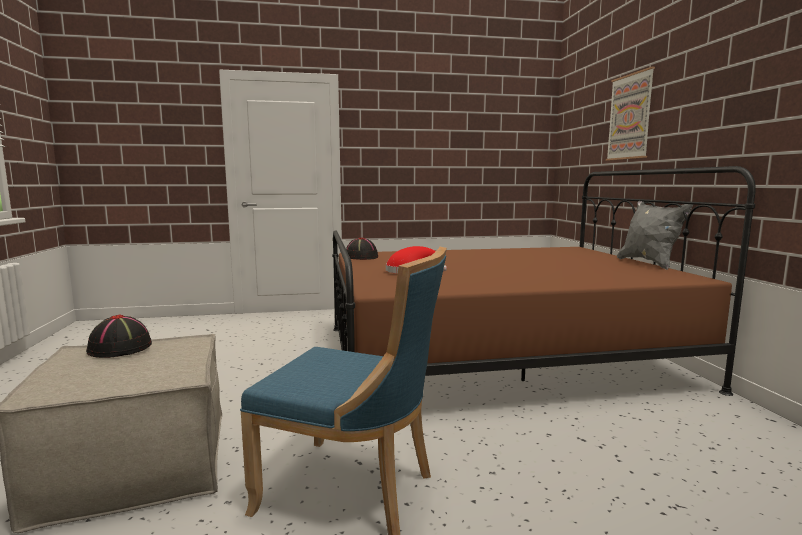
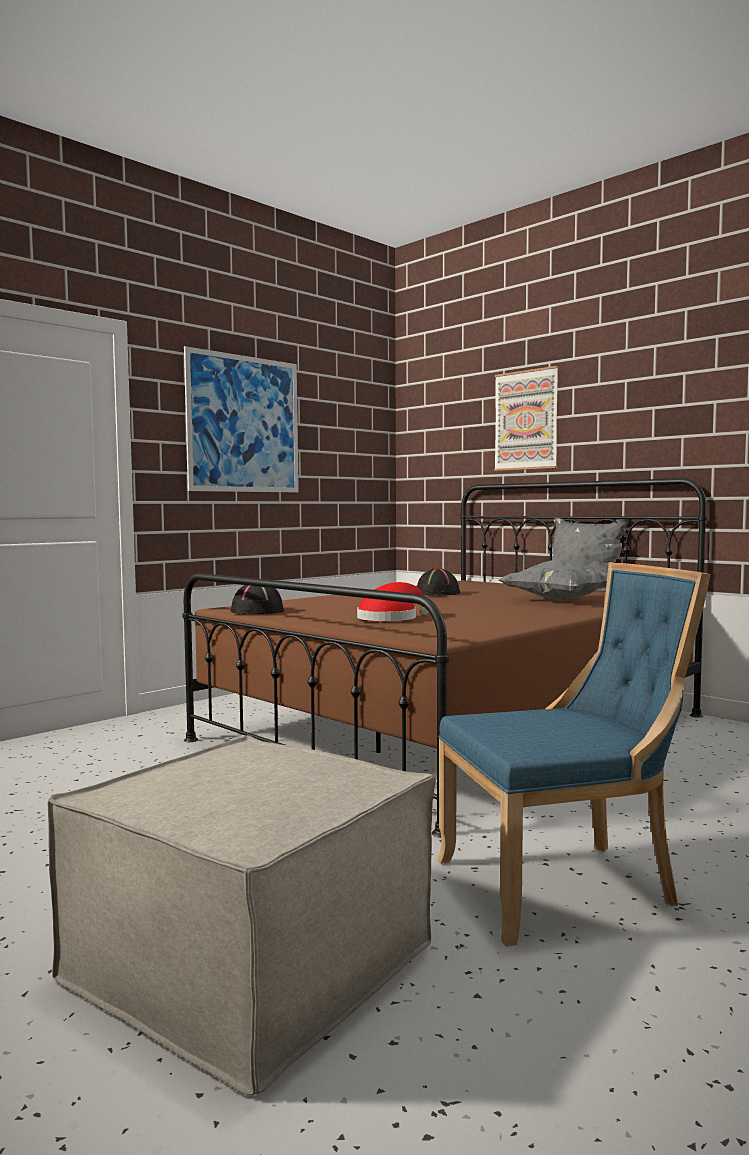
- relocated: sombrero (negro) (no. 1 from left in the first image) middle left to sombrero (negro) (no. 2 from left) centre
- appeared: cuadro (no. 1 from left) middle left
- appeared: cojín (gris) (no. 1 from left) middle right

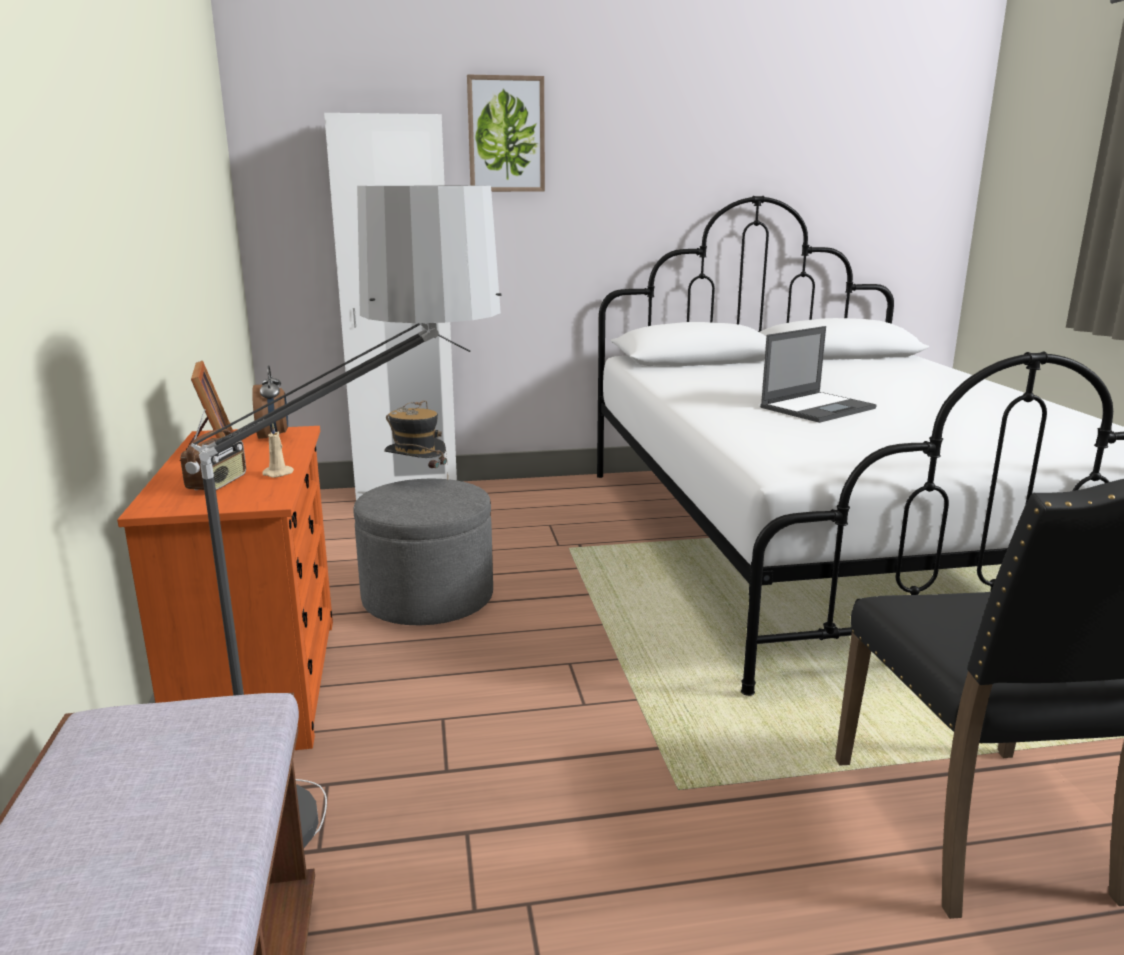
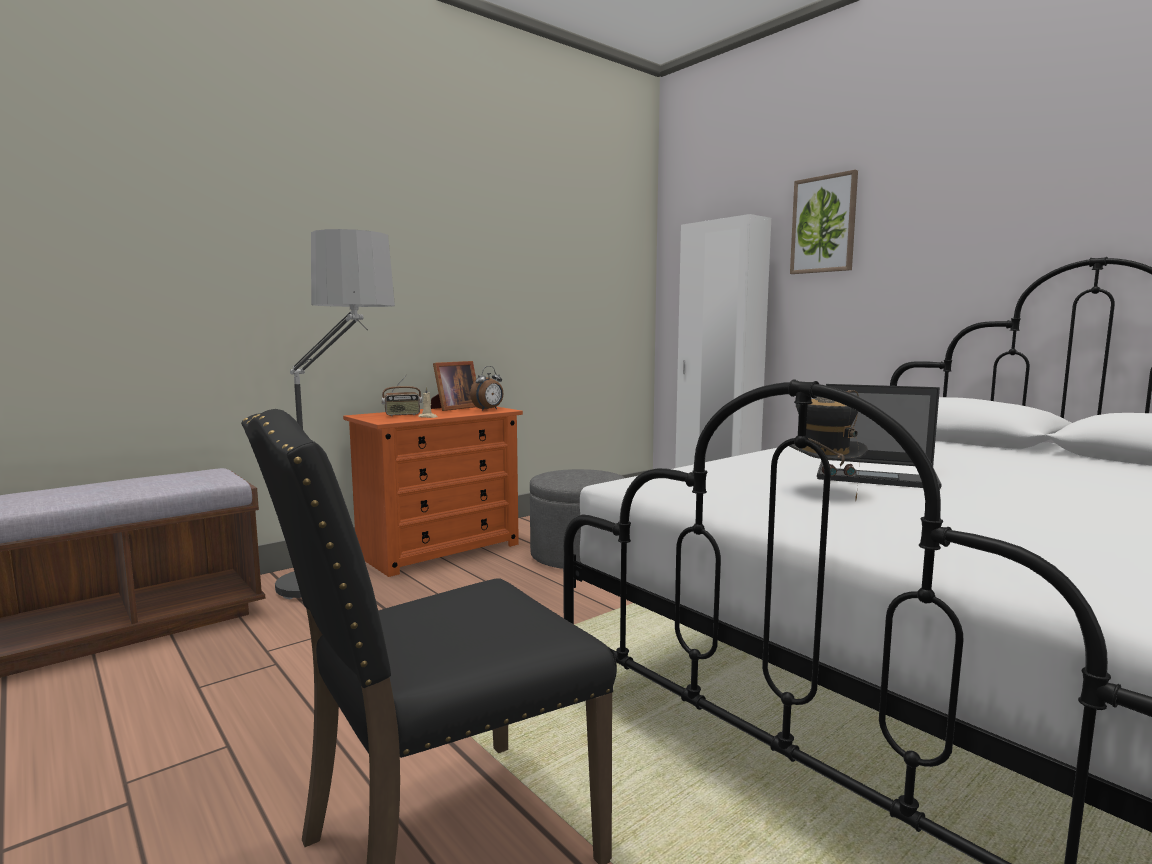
- relocated: sombrero centre to middle right

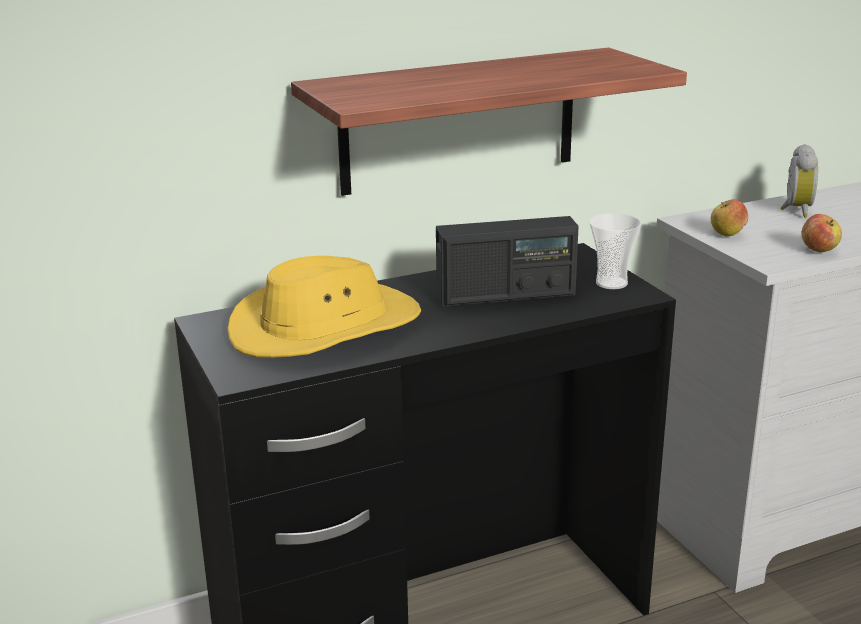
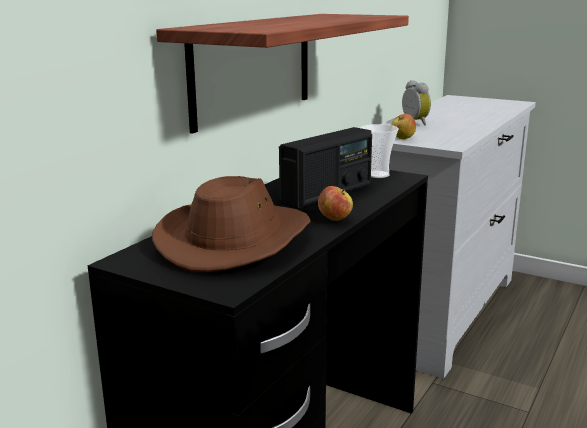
- colour: sombrero (amarillo) centre to sombrero (marrón) centre
- relocated: manzana (no. 2 from left in the first image) middle right to manzana (no. 1 from left) centre

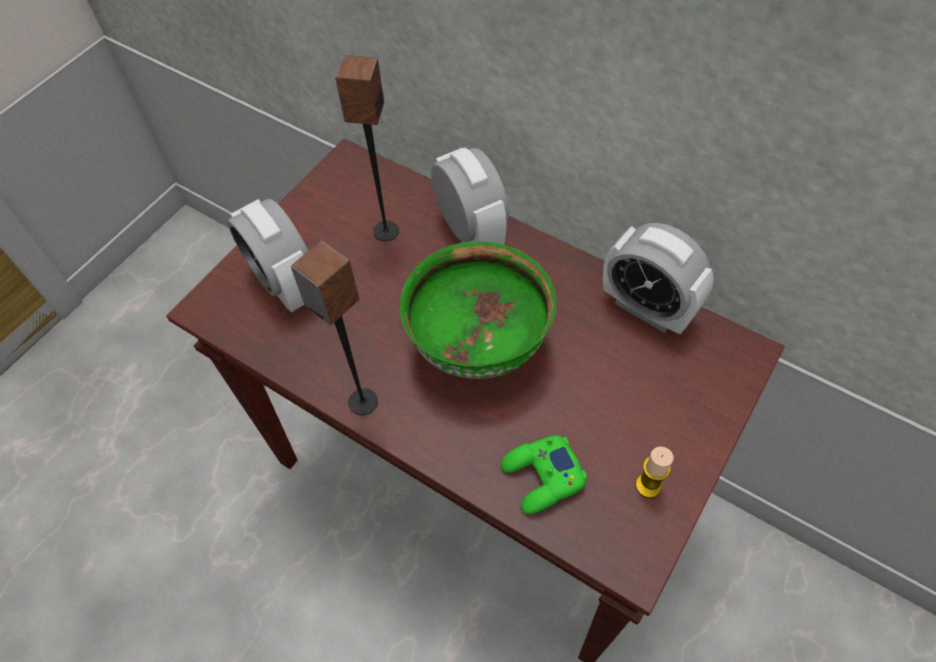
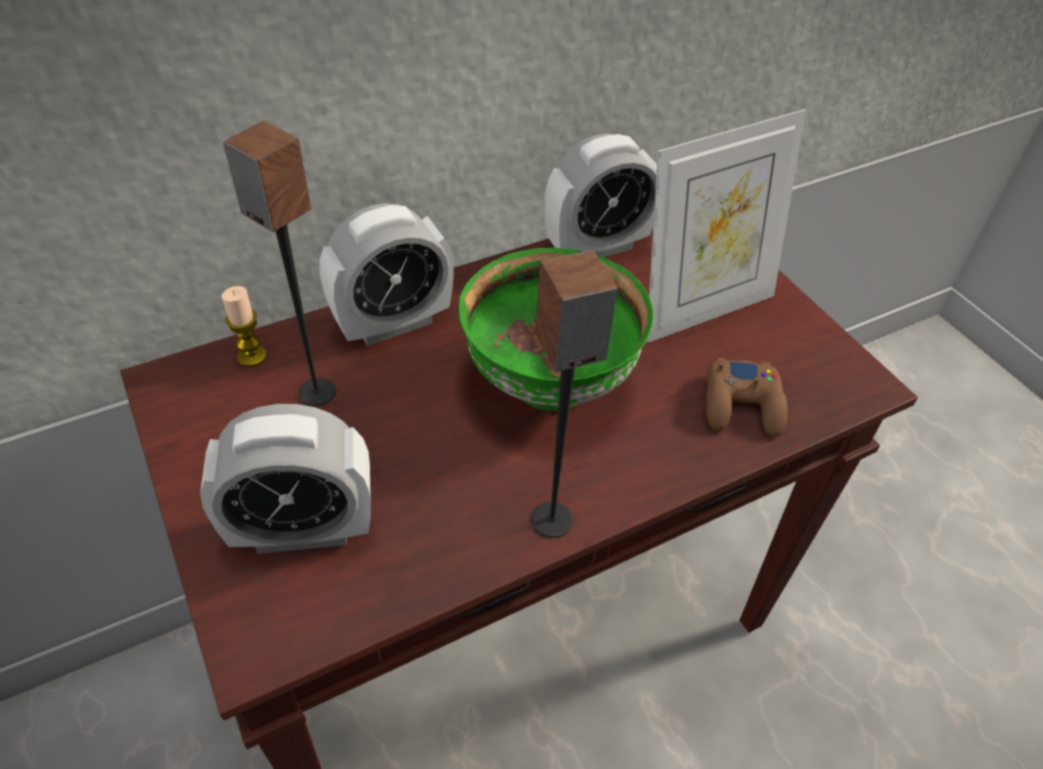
- spun: despertador (no. 2 from left) top centre = centre 150 degrees clockwise
- colour: mando de consola (verde) bottom centre to mando de consola (marrón) middle right
- relocated: vela bottom right to middle left
- appeared: portarretratos top right

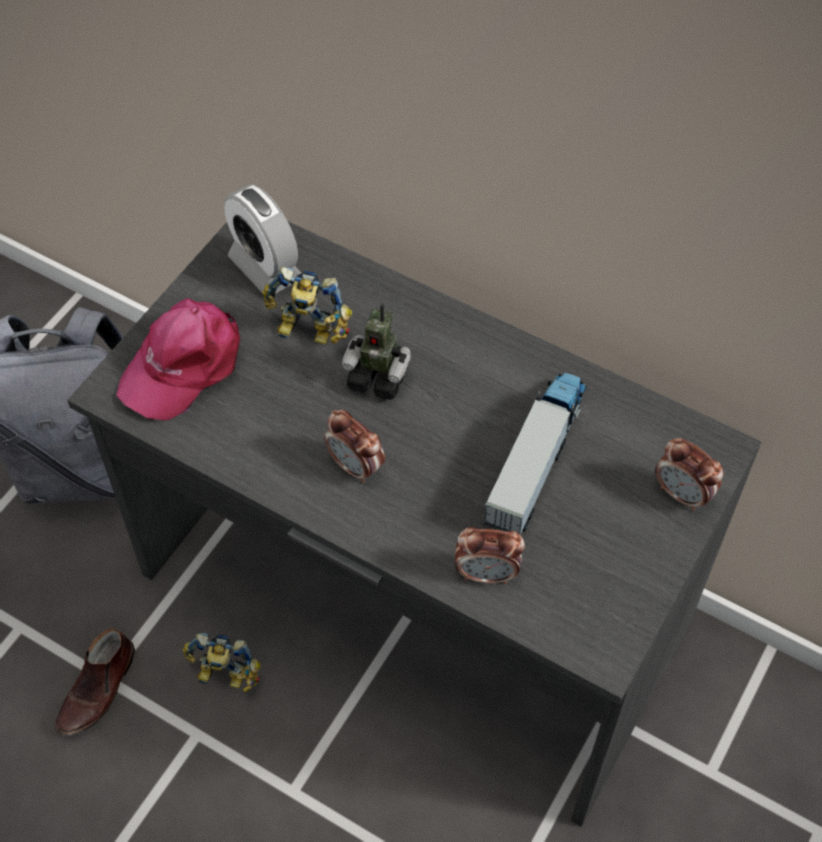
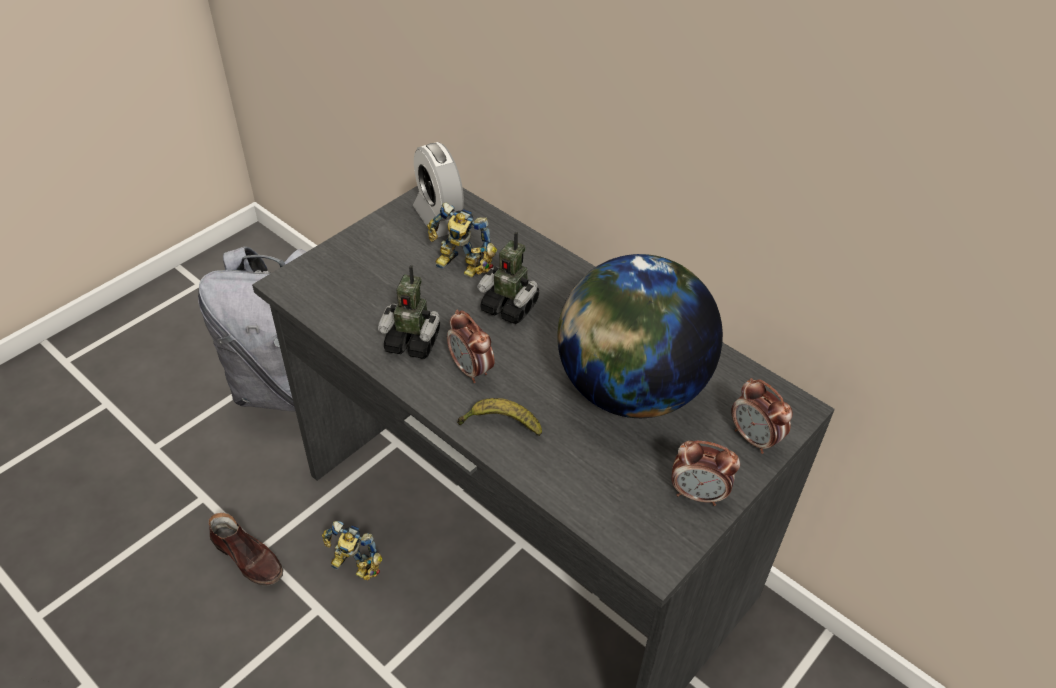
- spun: zapato (marrón) bottom left = bottom left 90 degrees counterclockwise
- missing: gorra (rosa) middle left
- relocated: despertador (no. 3 from left) centre to bottom right
- exchanged: camión de juguete centre to globo terráqueo centre
- appeared: robot de juguete (no. 2 from left) centre
- appeared: plátano centre

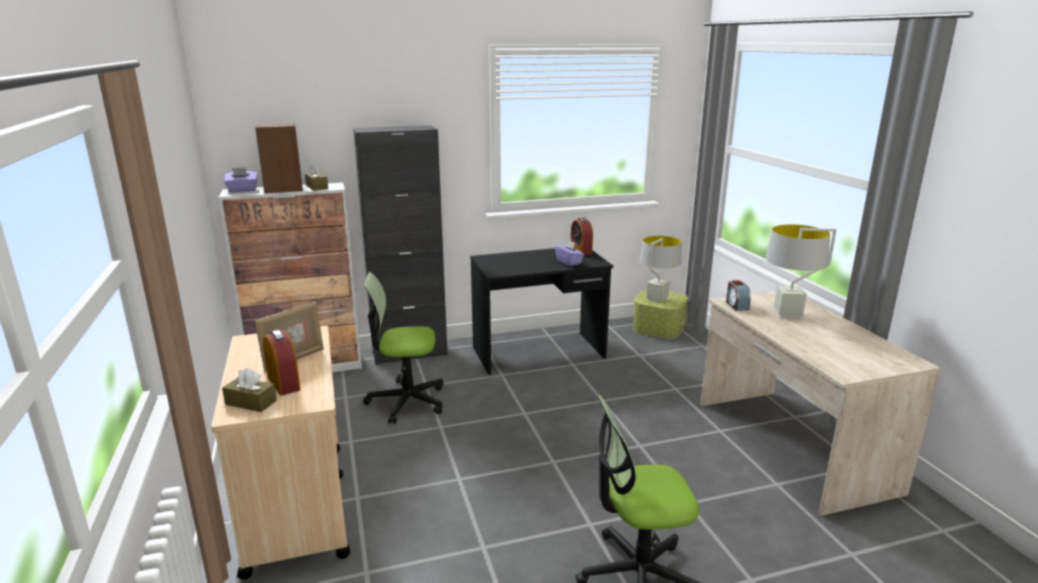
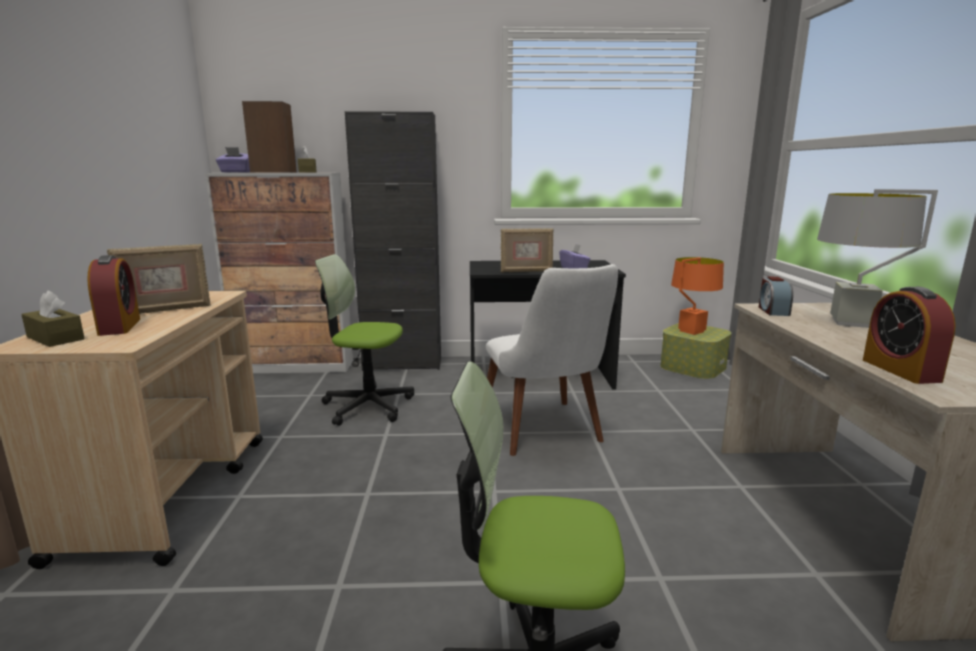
- relocated: despertador (no. 2 from left in the first image) centre to despertador (no. 3 from left) middle right
- colour: lámpara de mesa (gris) (no. 1 from left) centre to lámpara de mesa (naranja) middle right
- appeared: silla (blanco) centre
- appeared: portarretratos (no. 2 from left) centre

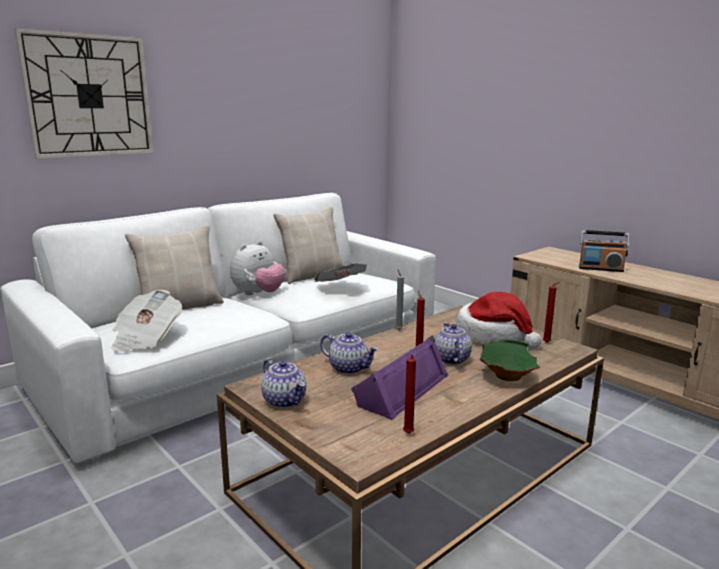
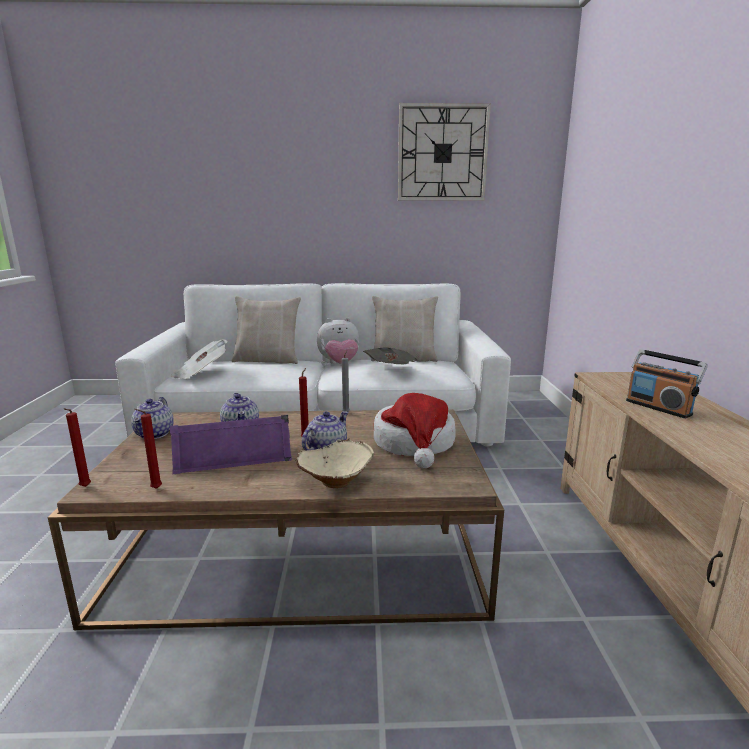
- relocated: reloj de pared top left to top centre
- colour: cuenco (verde) middle right to cuenco (beis) centre
- relocated: vela (rojo) (no. 3 from left in the first image) middle right to vela (rojo) (no. 1 from left) middle left

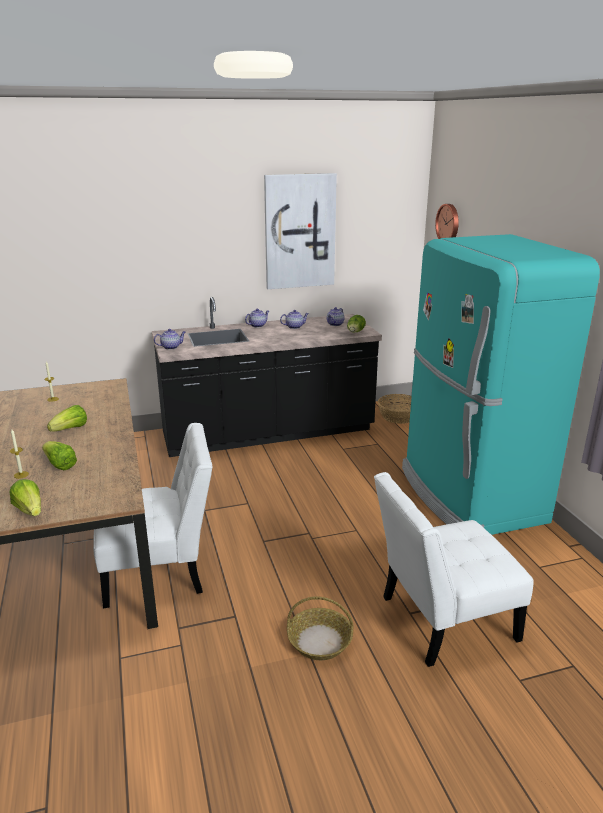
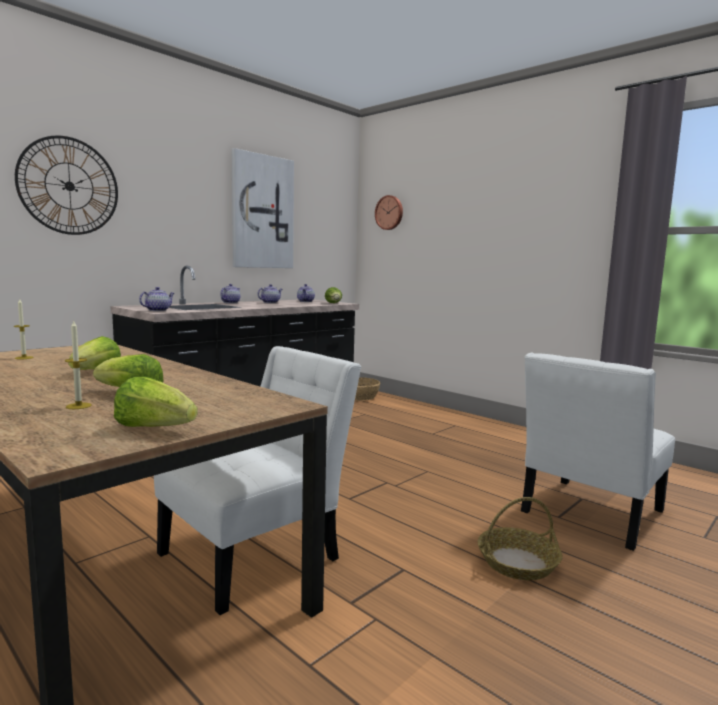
- missing: nevera (turquesa) middle right
- appeared: reloj de pared (no. 1 from left) top left

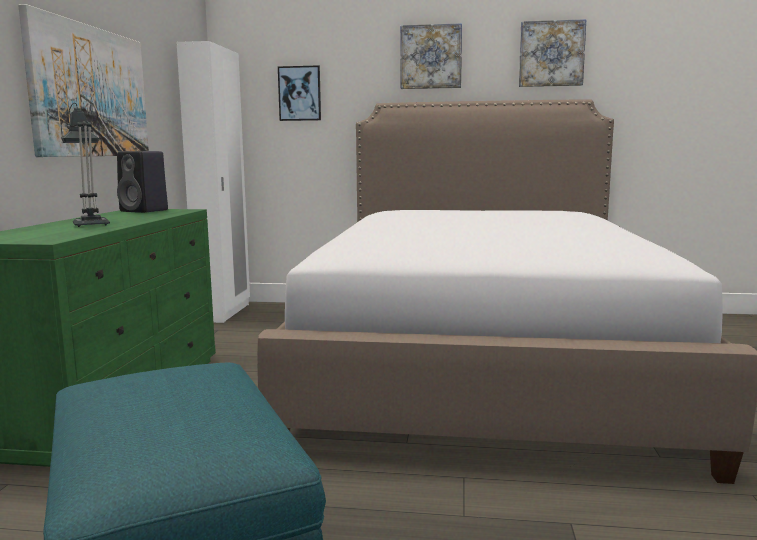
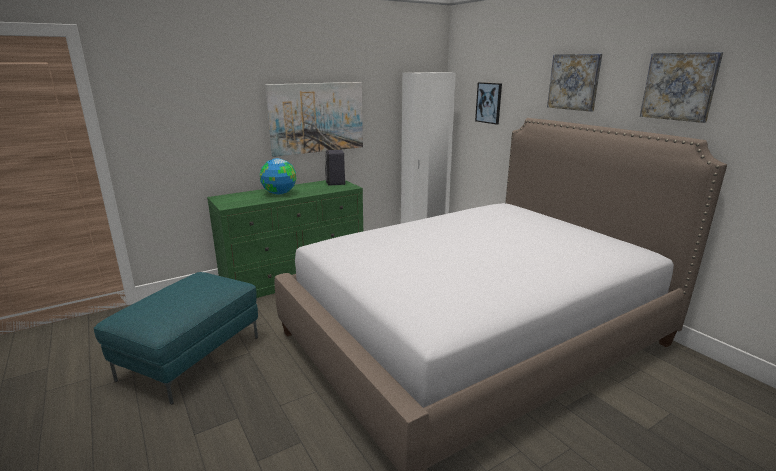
- exchanged: lámpara de mesa top left to globo terráqueo centre

